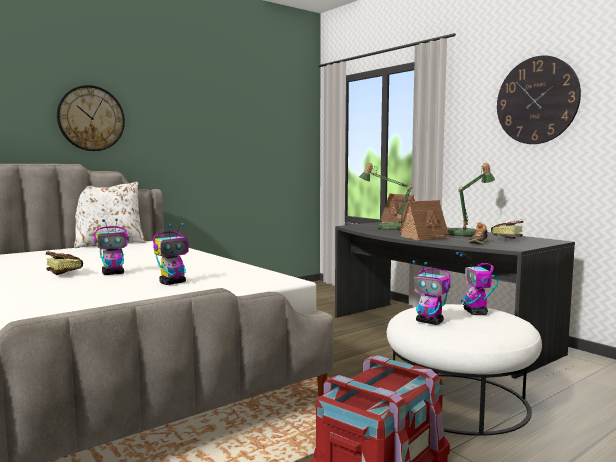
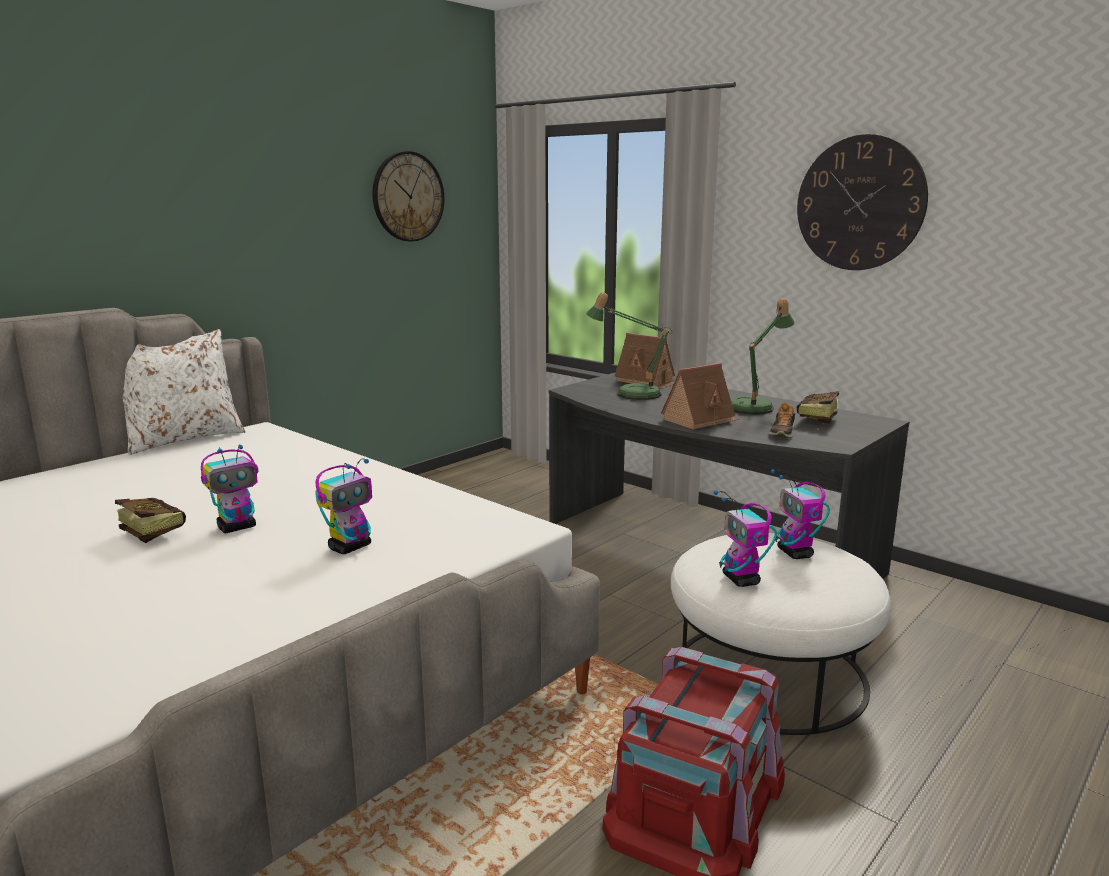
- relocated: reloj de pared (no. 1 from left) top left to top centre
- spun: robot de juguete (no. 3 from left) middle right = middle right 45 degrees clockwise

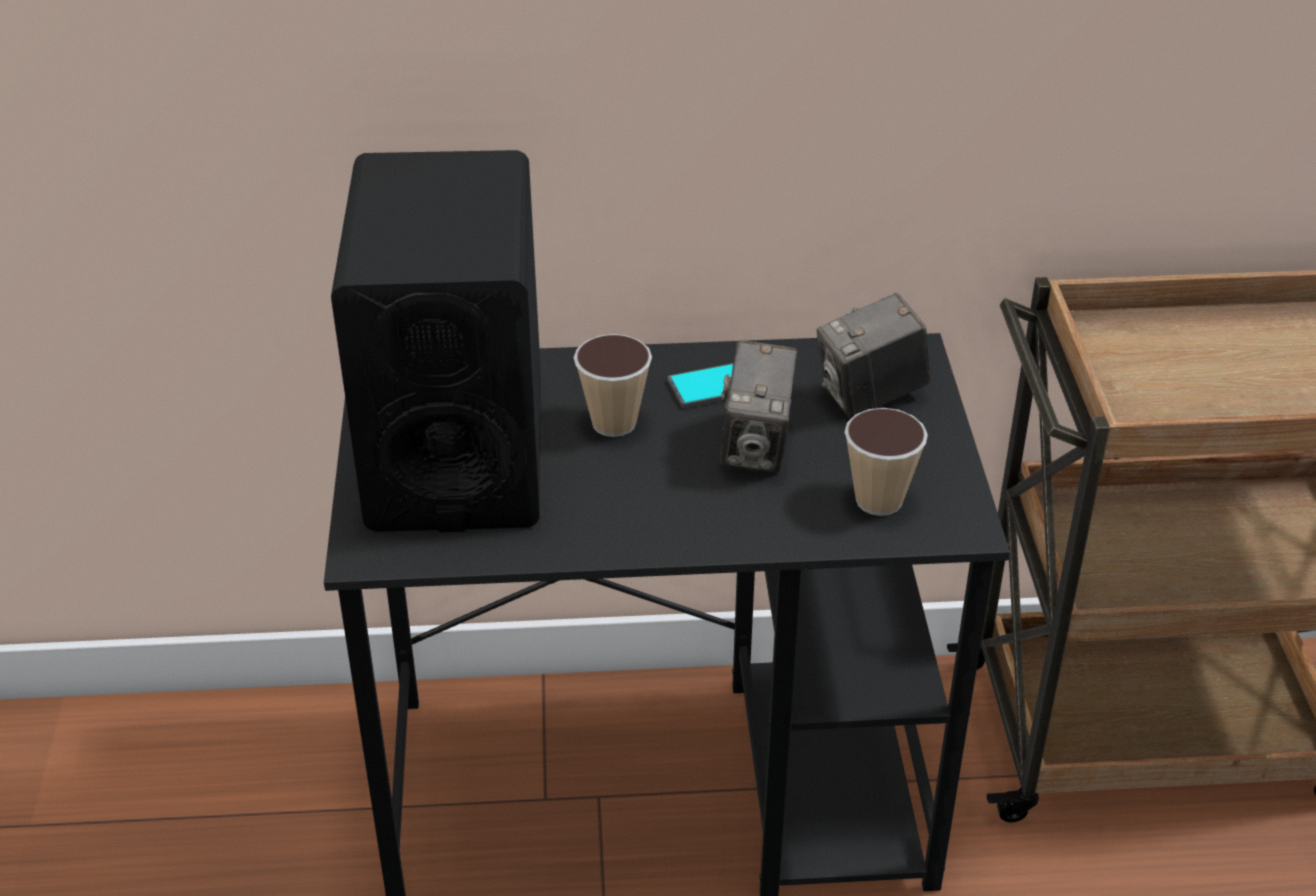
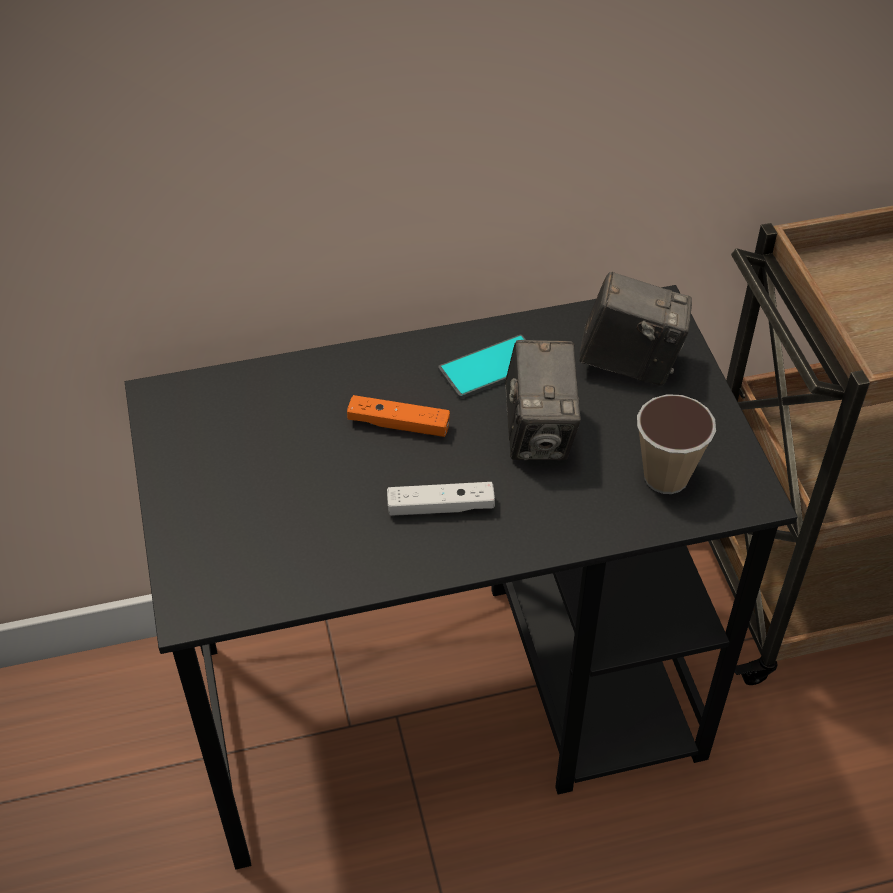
- missing: altavoz (negro) middle left
- exchanged: taza (no. 1 from left) centre to mando de consola (naranja) centre
- spun: cámara (no. 2 from left) centre = middle right 135 degrees counterclockwise
- appeared: mando de consola (blanco) centre

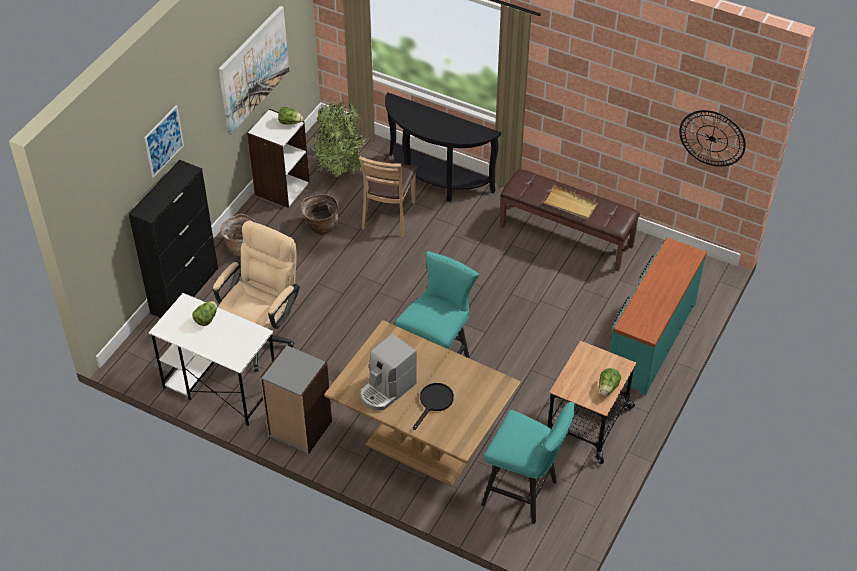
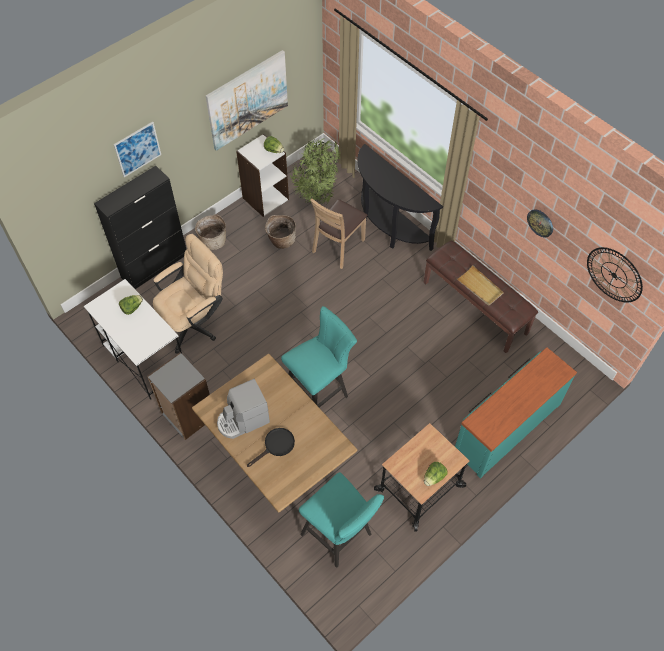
- appeared: reloj de pared (no. 1 from left) middle right

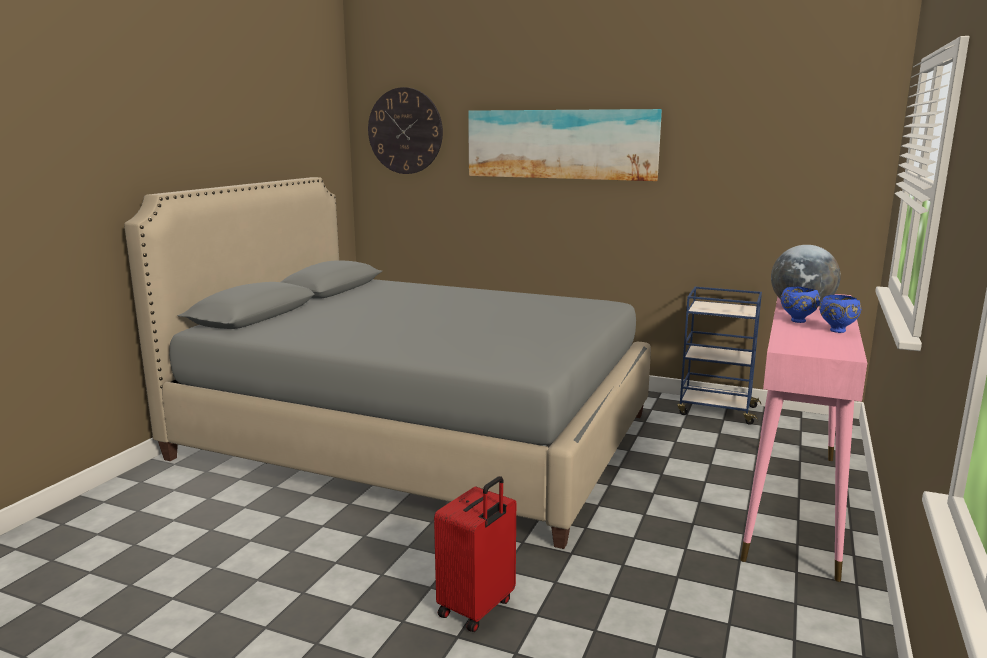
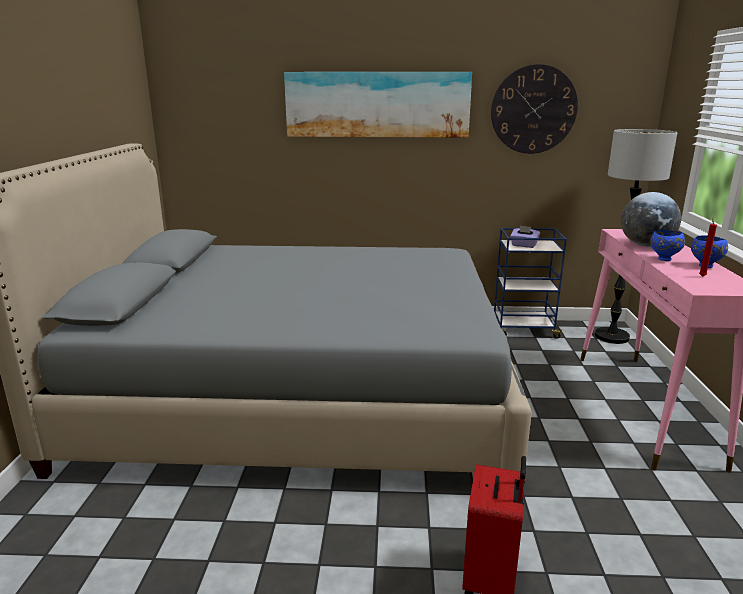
- relocated: reloj de pared top centre to top right
- appeared: caja de pañuelos (morado) middle right
- appeared: lámpara de pie middle right
- appeared: vela (rojo) middle right

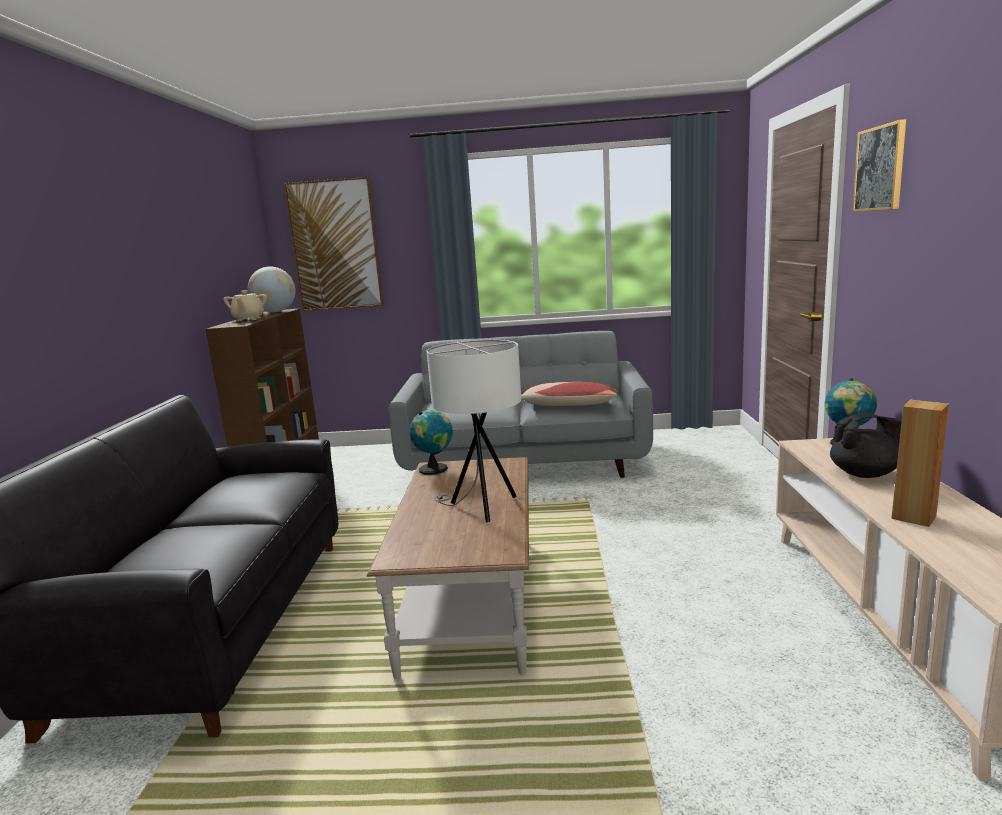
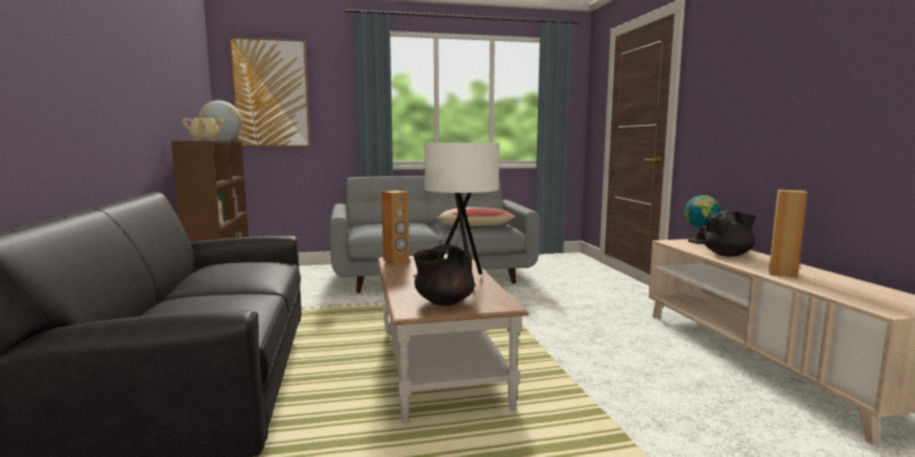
- exchanged: globo terráqueo (no. 2 from left) centre to altavoz (marrón) (no. 1 from left) centre
- missing: cuadro (no. 2 from left) top right
- appeared: tetera (negro) (no. 1 from left) centre

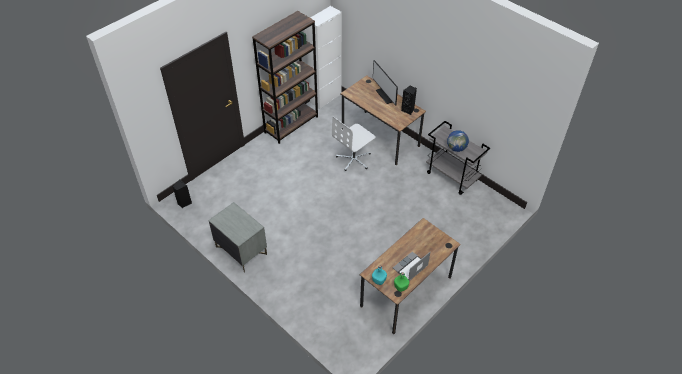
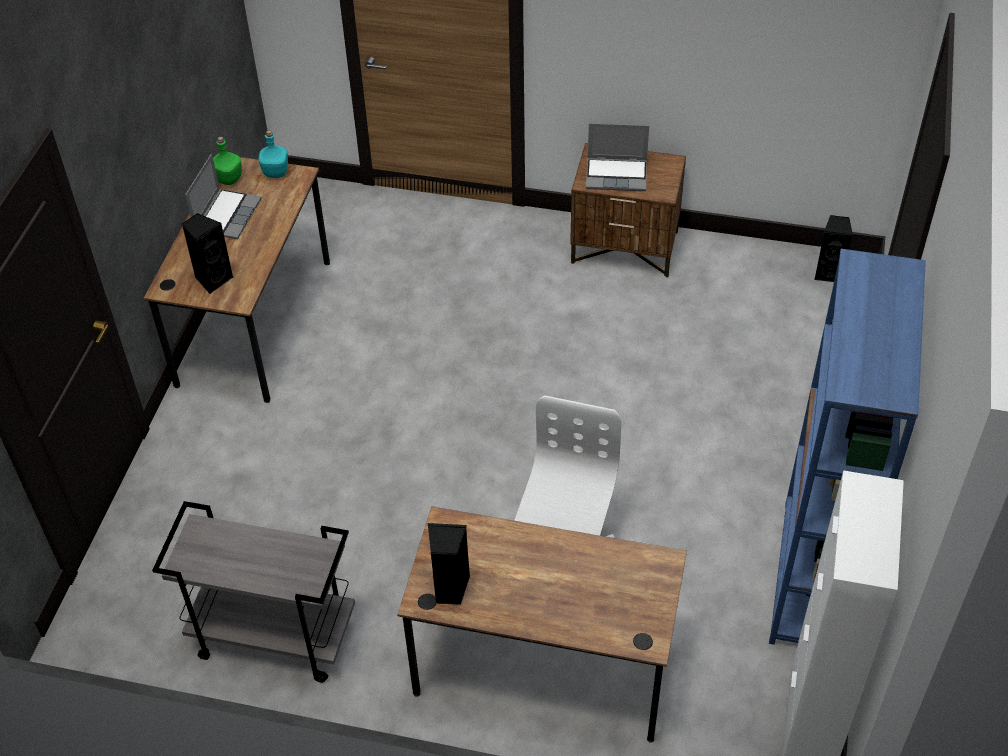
- colour: mesita de noche (gris) centre to mesita de noche (marrón) top centre
- colour: estantería (marrón) top centre to estantería (azul) middle right
- missing: monitor top centre
- missing: globo terráqueo middle right
- appeared: altavoz (negro) (no. 1 from left) middle left
- appeared: portátil (no. 2 from left) top centre

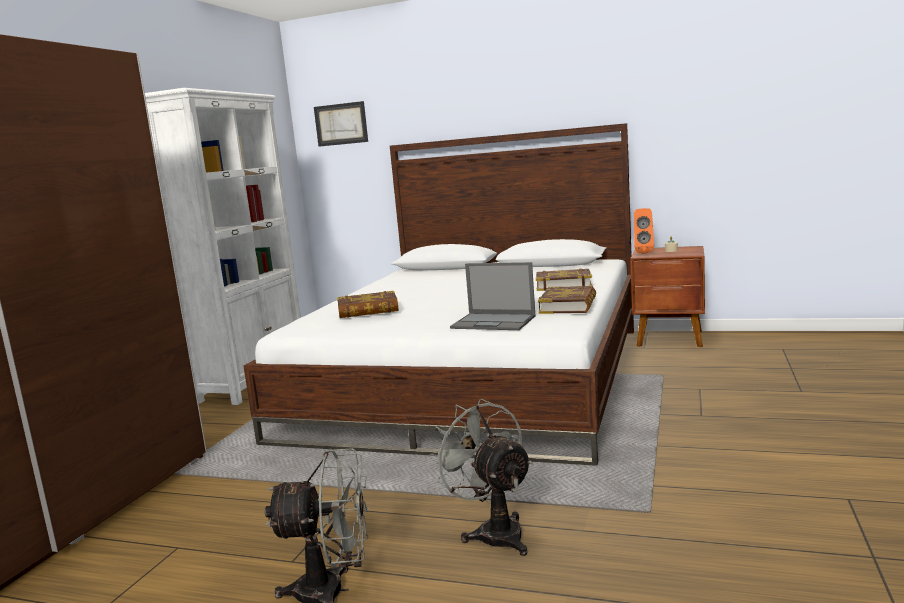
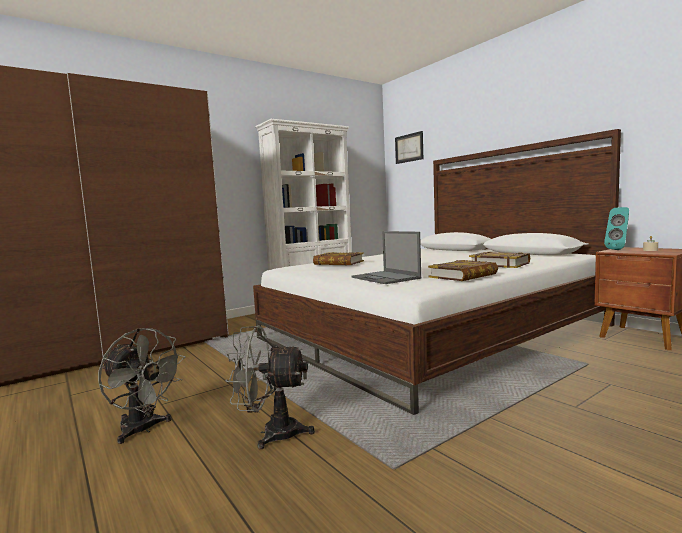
- spun: ventilador (gris) (no. 2 from left) bottom centre = bottom centre 90 degrees counterclockwise
- colour: altavoz (naranja) middle right to altavoz (turquesa) middle right

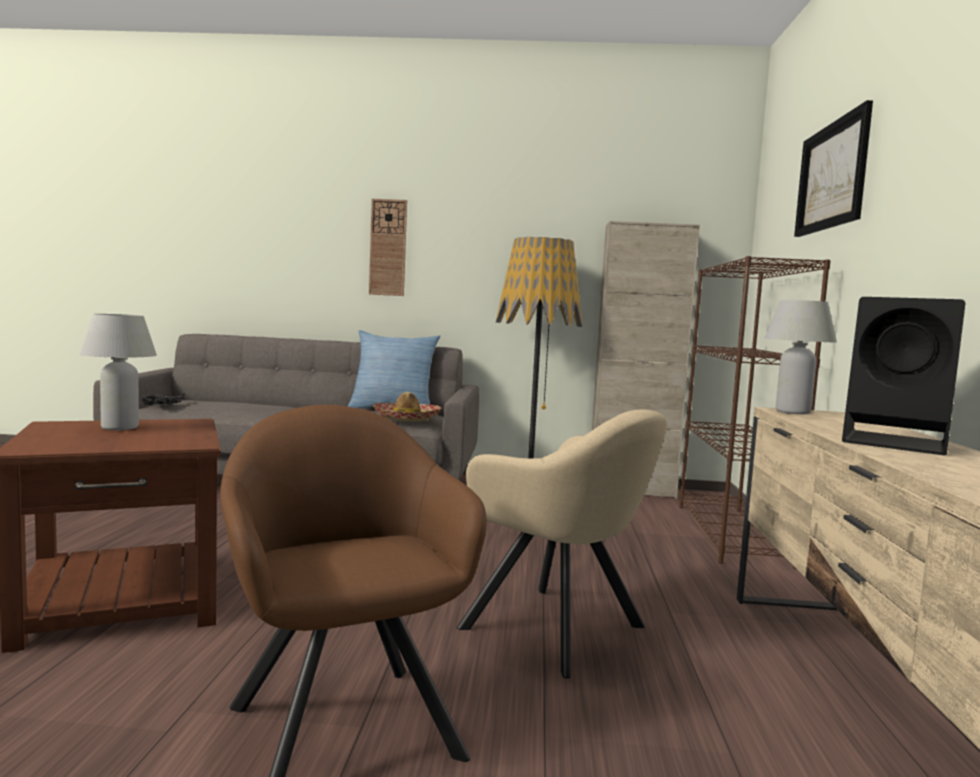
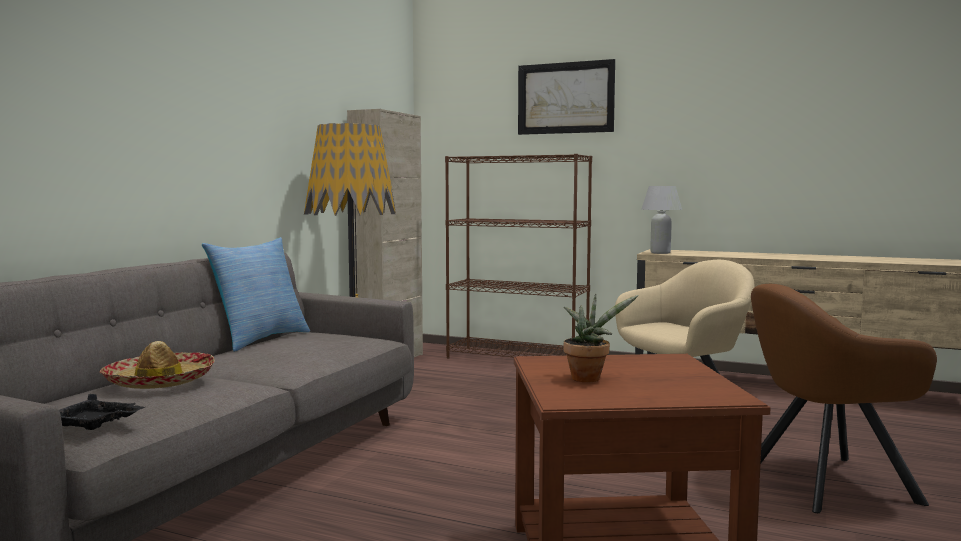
- exchanged: lámpara de mesa (blanco) (no. 1 from left) middle left to planta en maceta centre
- missing: reloj de pared top centre
- relocated: sombrero centre to bottom left
- missing: altavoz (negro) middle right

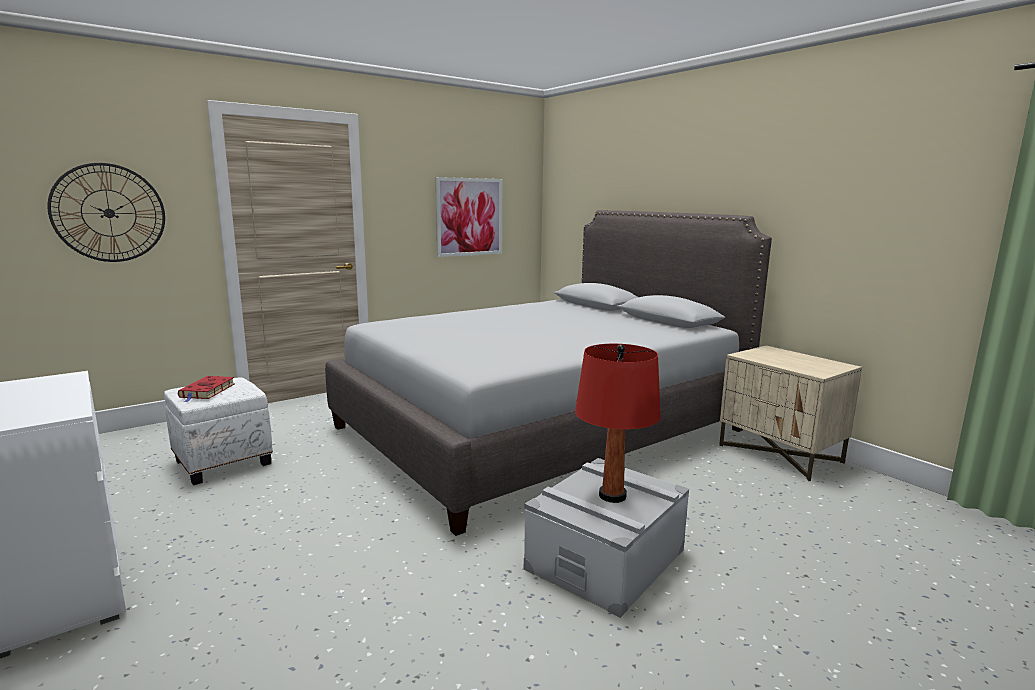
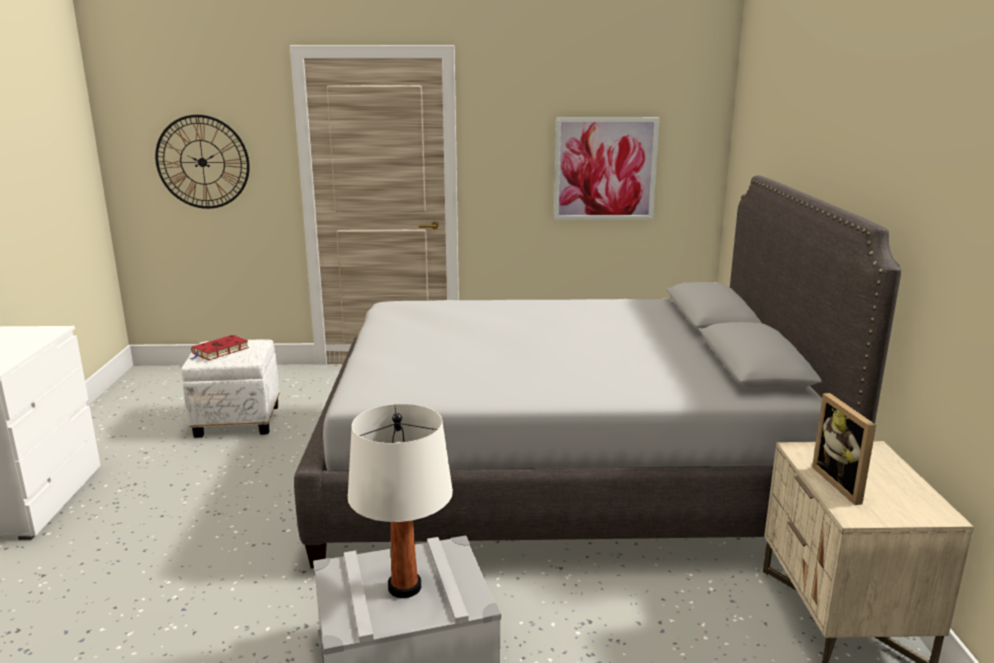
- colour: lámpara de mesa (rojo) centre to lámpara de mesa (blanco) bottom centre
- appeared: portarretratos bottom right

